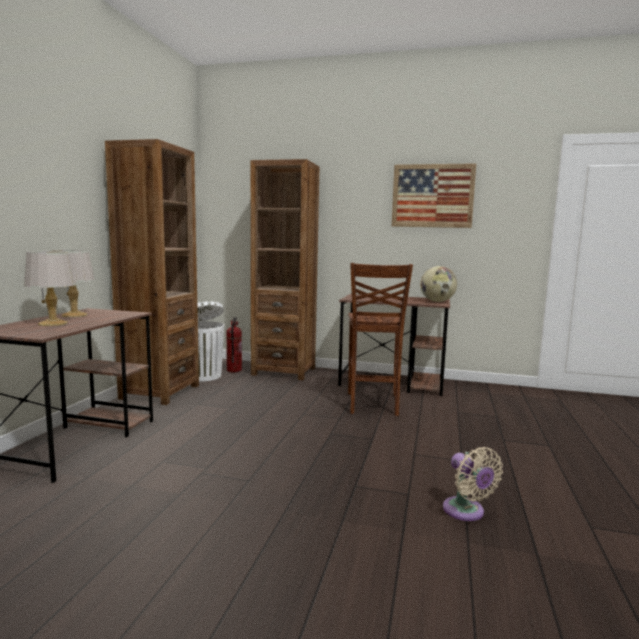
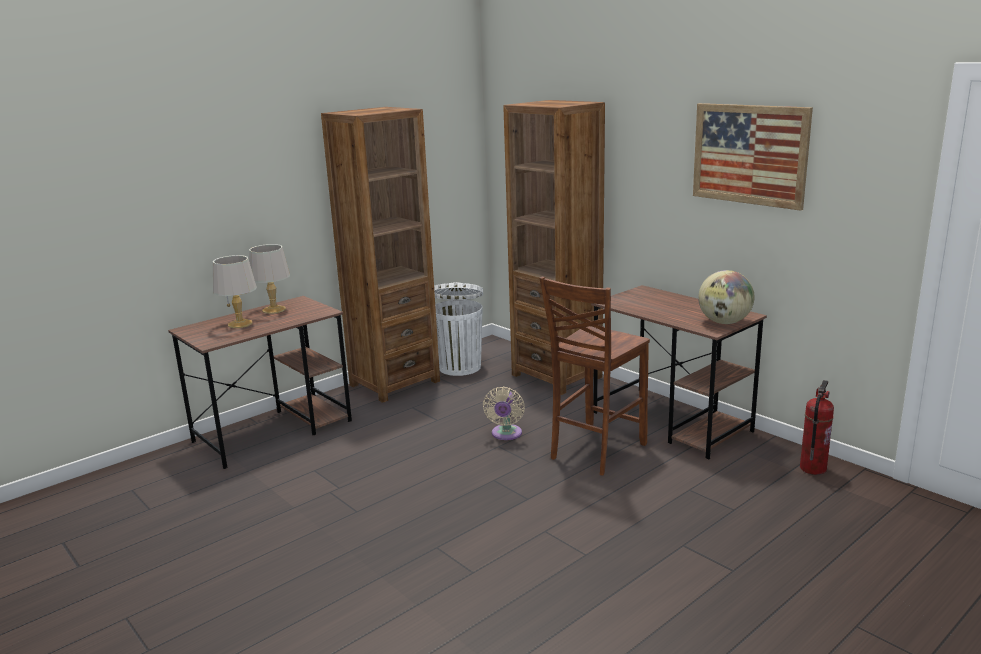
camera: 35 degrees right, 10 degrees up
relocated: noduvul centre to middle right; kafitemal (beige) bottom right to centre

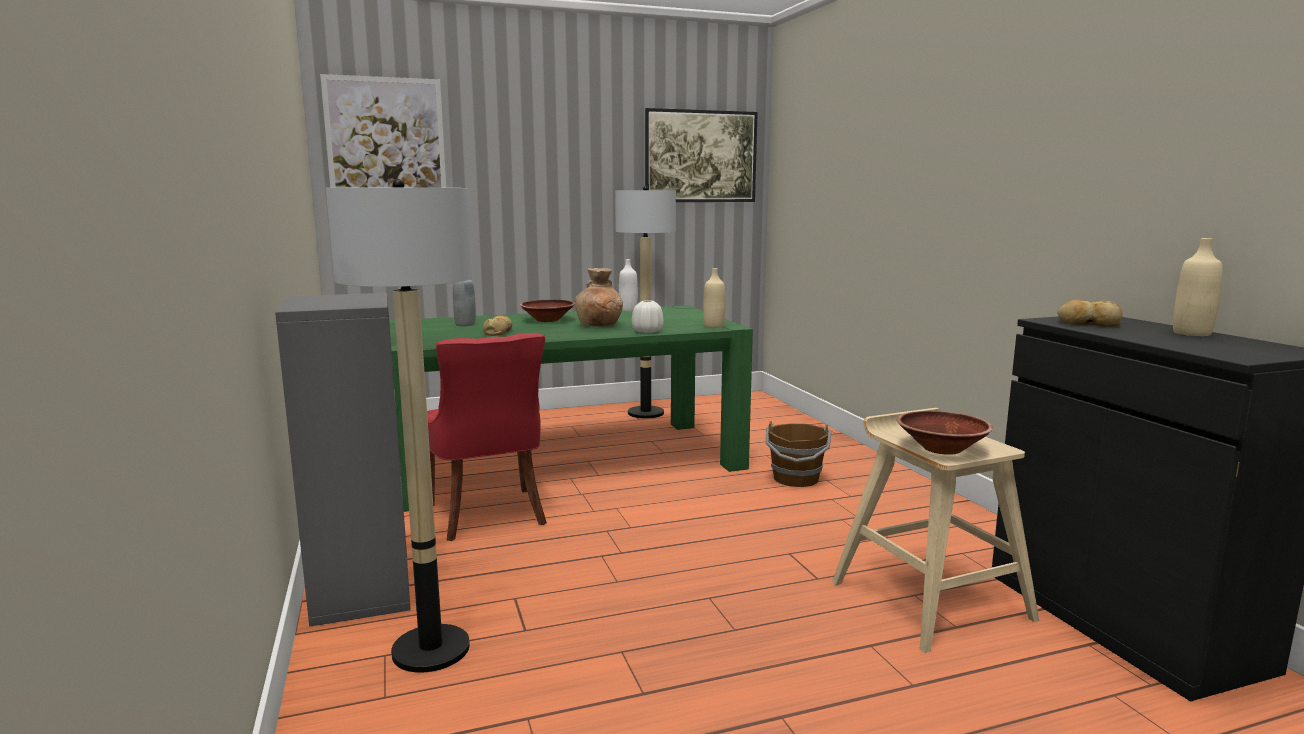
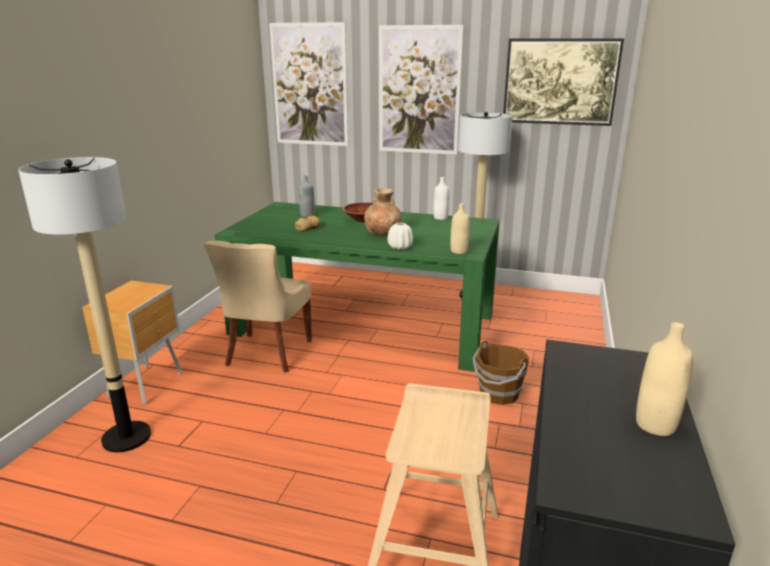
camera: 35 degrees right, 10 degrees up
missing: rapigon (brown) (no. 2 from left) middle right; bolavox (no. 2 from left) middle right
appeared: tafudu (no. 2 from left) top centre
exchanged: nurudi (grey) middle left to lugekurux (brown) middle left
colour: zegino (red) centre to zegino (beige) centre

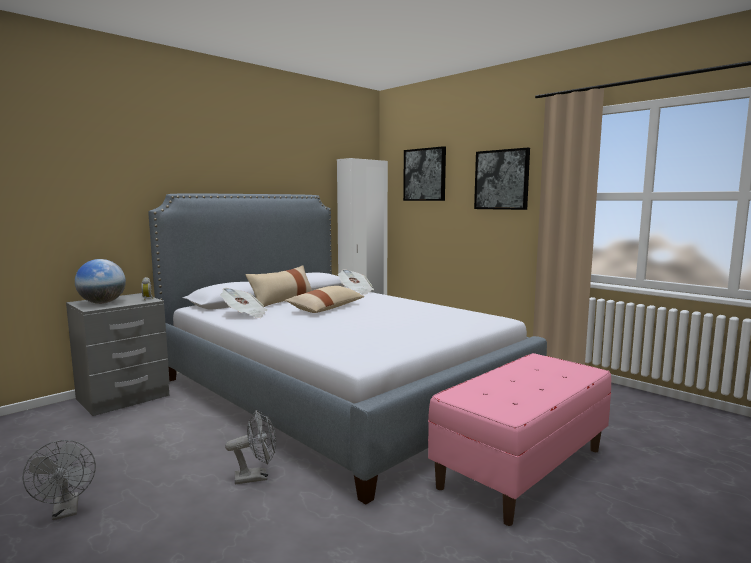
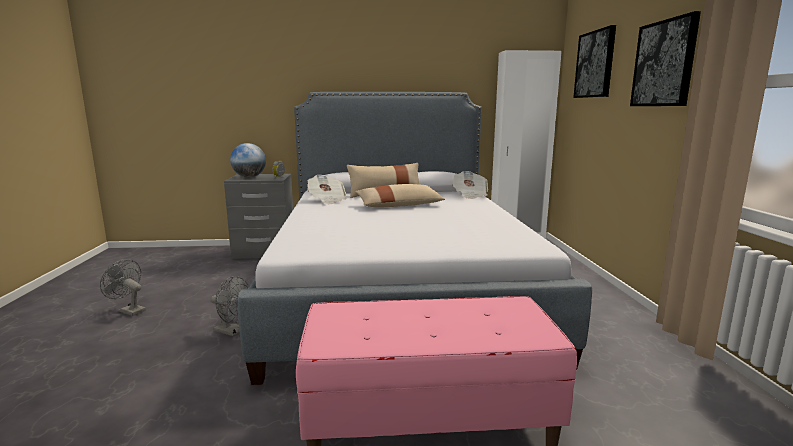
camera: 40 degrees right, 5 degrees up
spun: kafitemal (grey) (no. 1 from left) bottom left = middle left 105 degrees clockwise

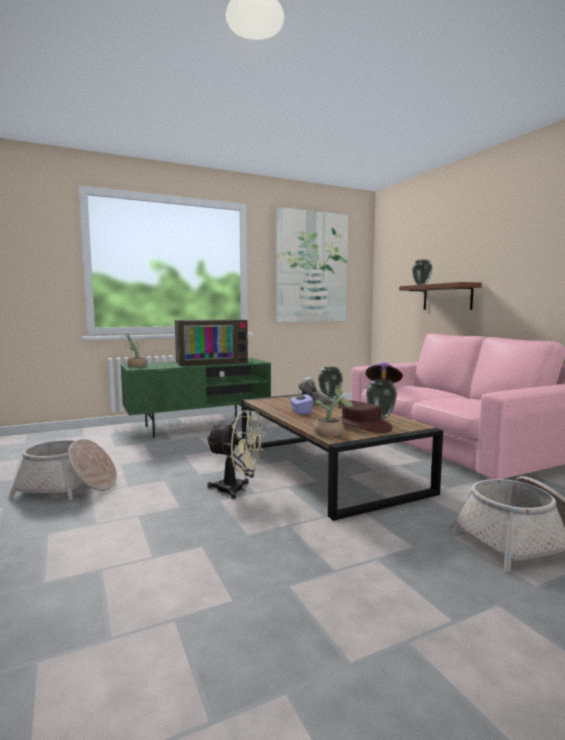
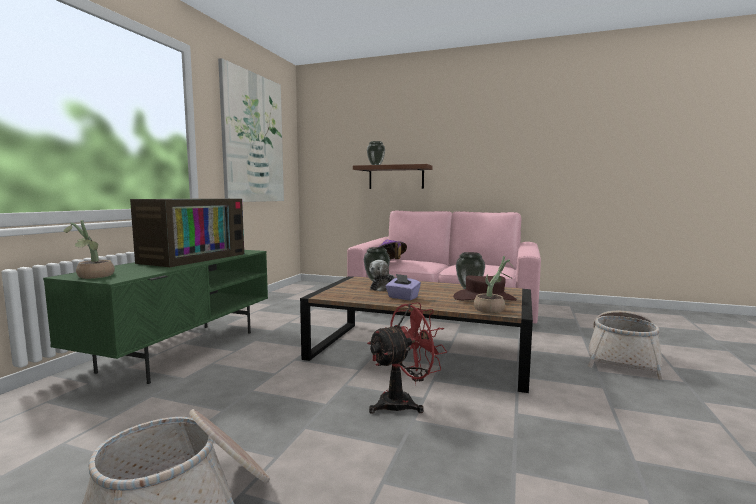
camera: 45 degrees left, 0 degrees up
colour: kafitemal (beige) centre to kafitemal (red) bottom centre

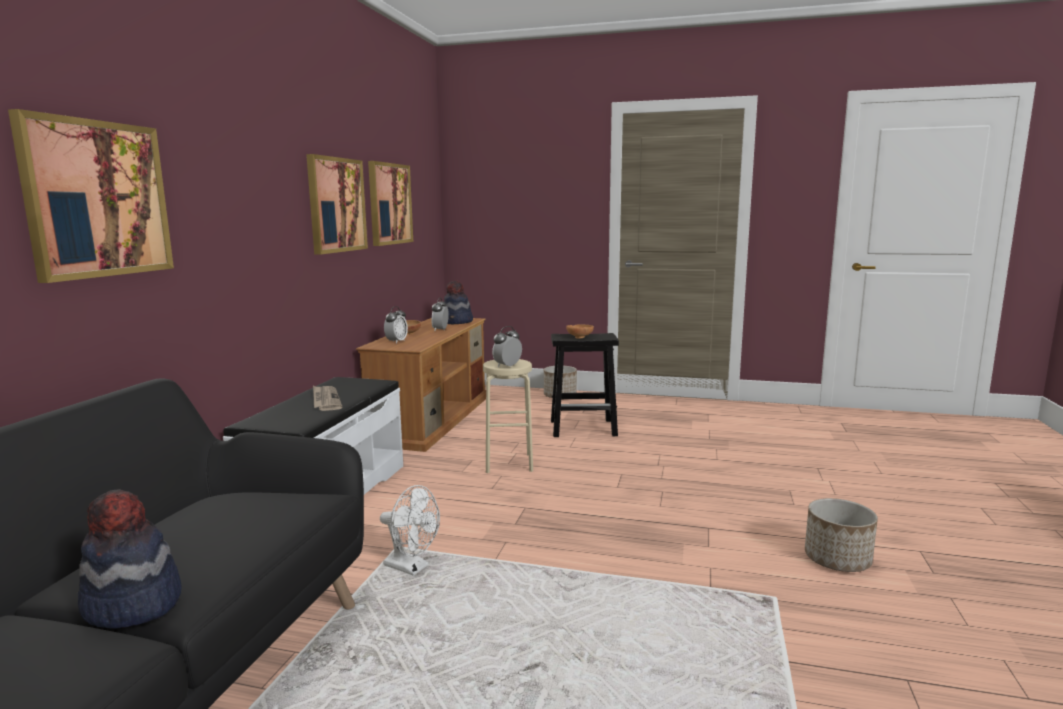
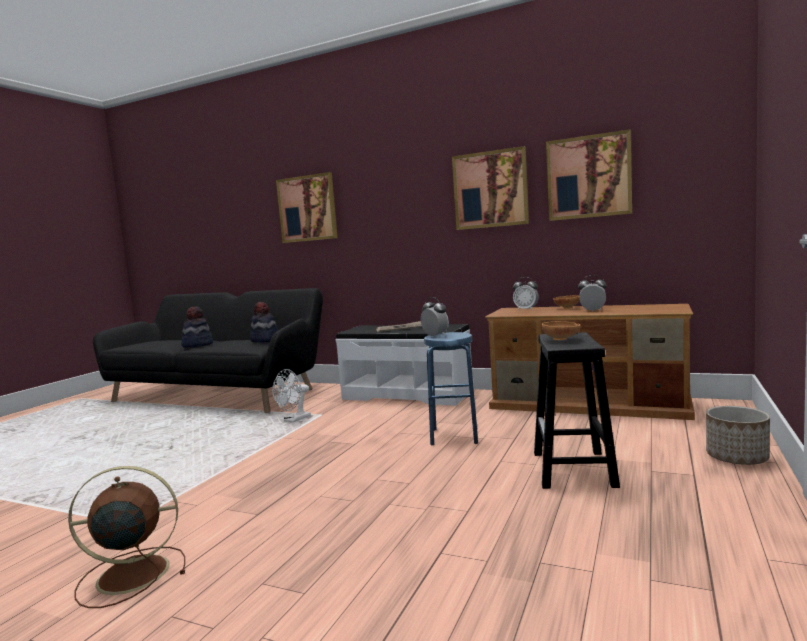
camera: 100 degrees right, 5 degrees down
relocated: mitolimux (no. 2 from left) centre to middle left
exchanged: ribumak (no. 2 from left) bottom right to kafitemal (brown) bottom left
colour: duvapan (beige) centre to duvapan (blue) centre

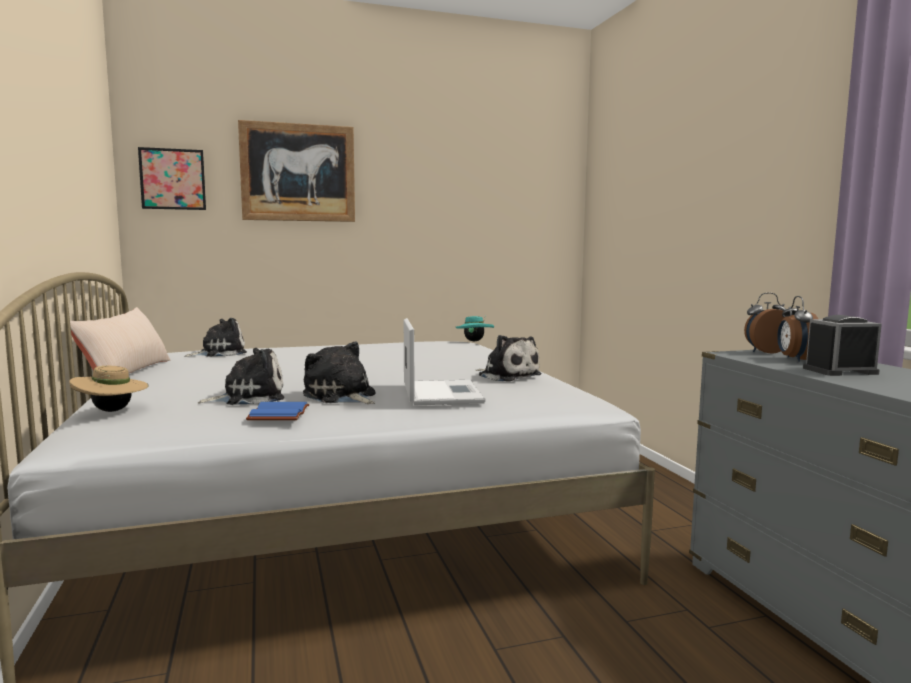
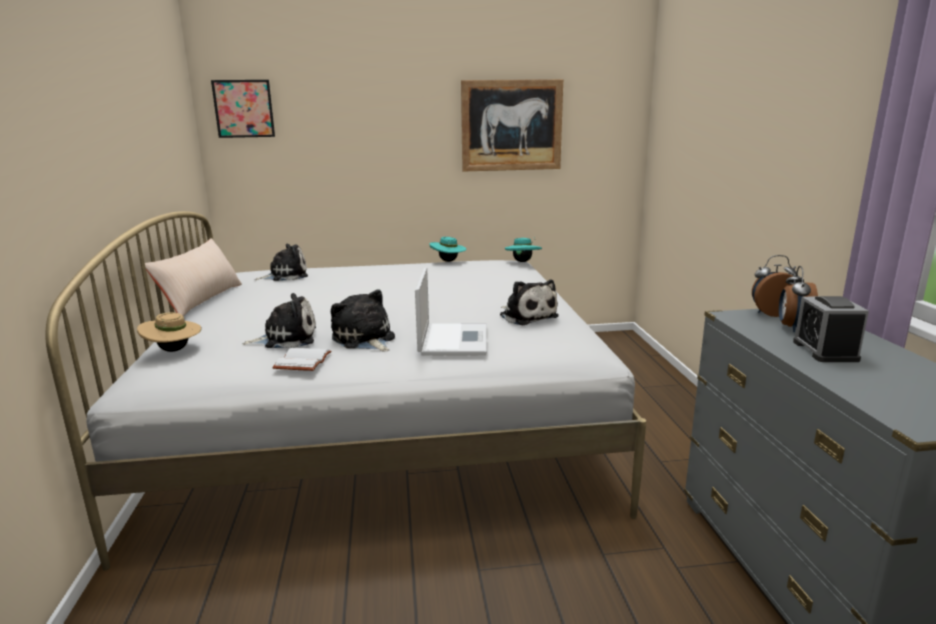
camera: 10 degrees right, 10 degrees up
appeared: mitolimux (turquoise) (no. 1 from left) centre
relocated: tafudu (no. 2 from left) top left to top centre
colour: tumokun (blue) middle left to tumokun (white) middle left
spun: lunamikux (no. 3 from left) middle right = middle right 90 degrees counterclockwise

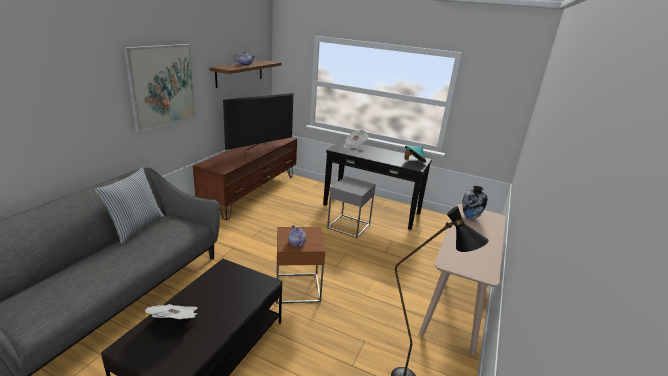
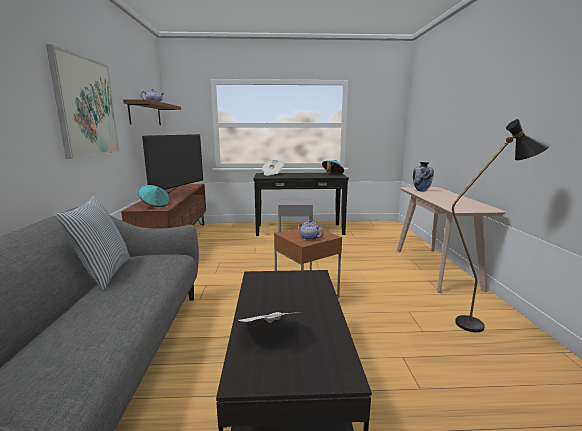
camera: 25 degrees left, 10 degrees down
appeared: mitolimux (turquoise) (no. 1 from left) middle left

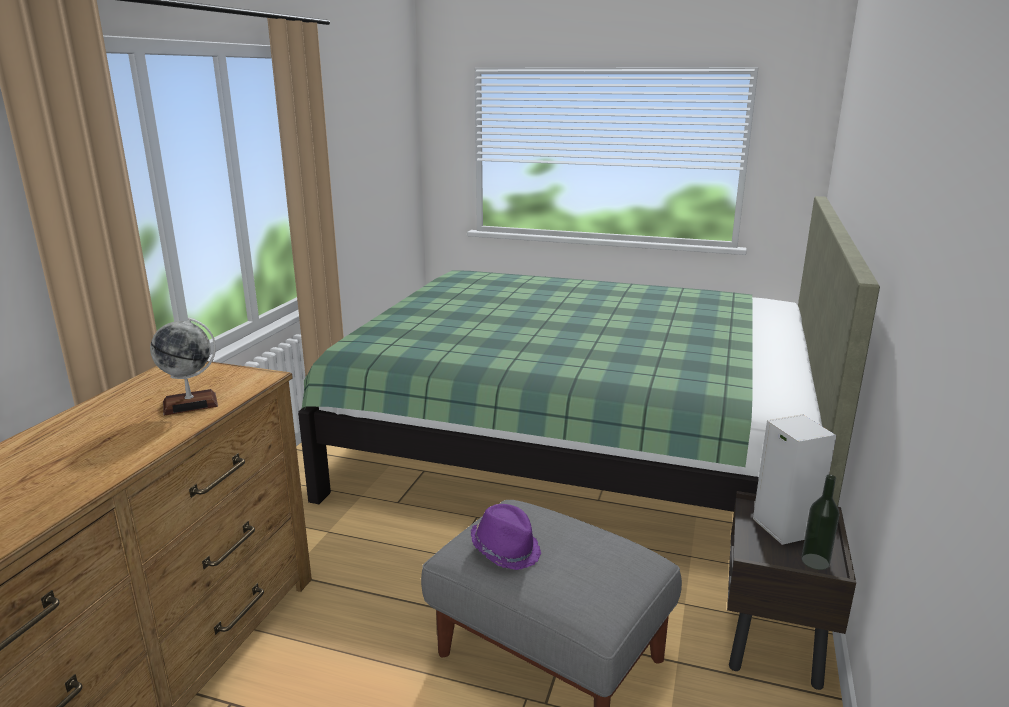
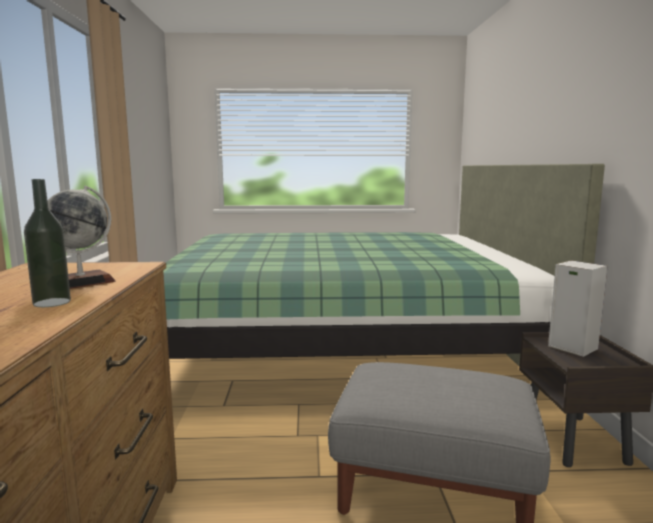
camera: 20 degrees left, 10 degrees down
missing: mitolimux (purple) bottom centre
relocated: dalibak bottom right to middle left

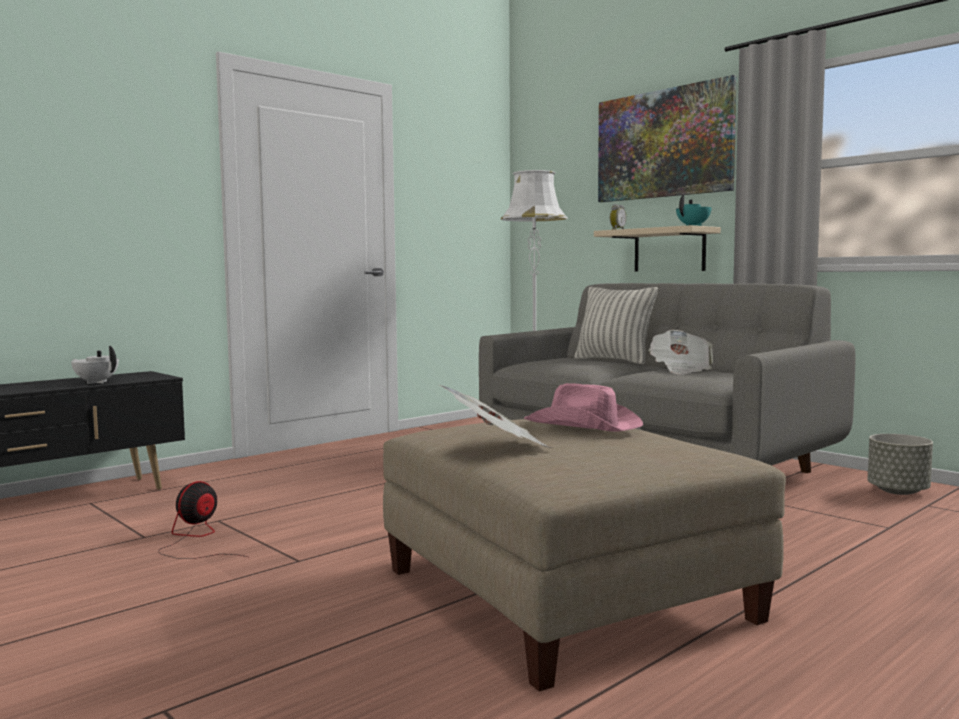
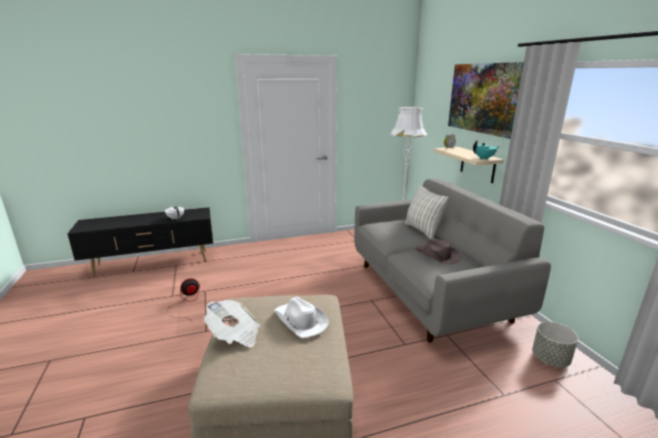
camera: 25 degrees right, 15 degrees up
exchanged: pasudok (no. 2 from left) middle right to mitolimux (brown) centre
colour: mitolimux (pink) centre to mitolimux (white) bottom centre

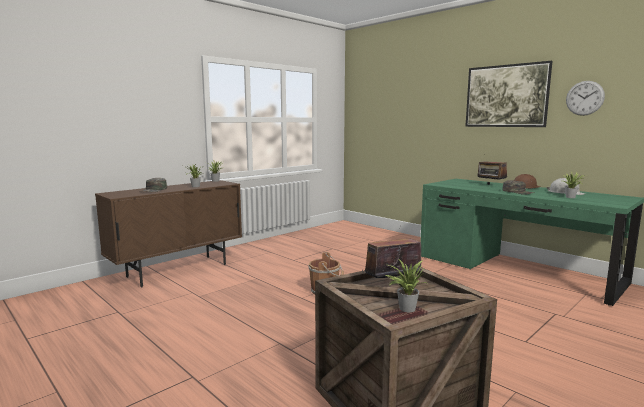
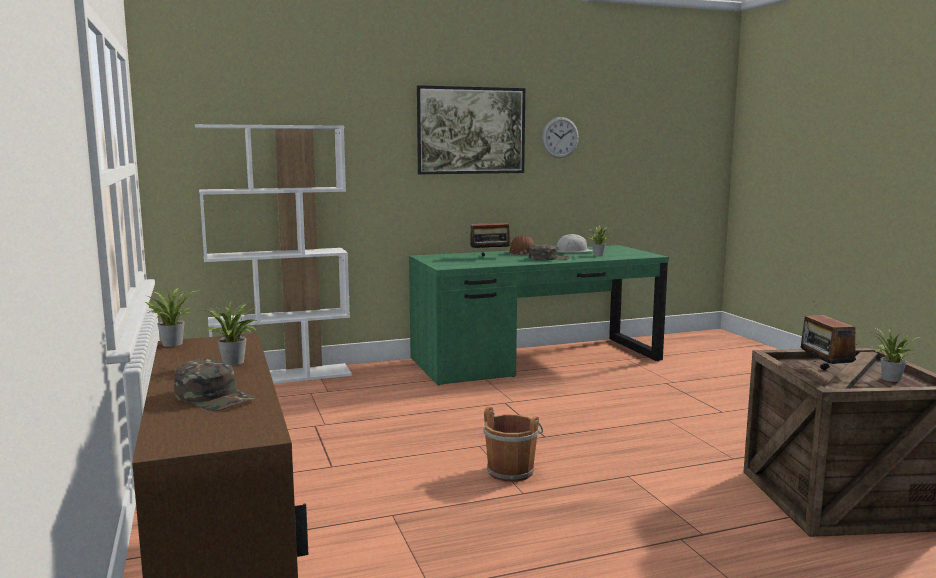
camera: 65 degrees left, 0 degrees up
appeared: nurudi (white) middle left

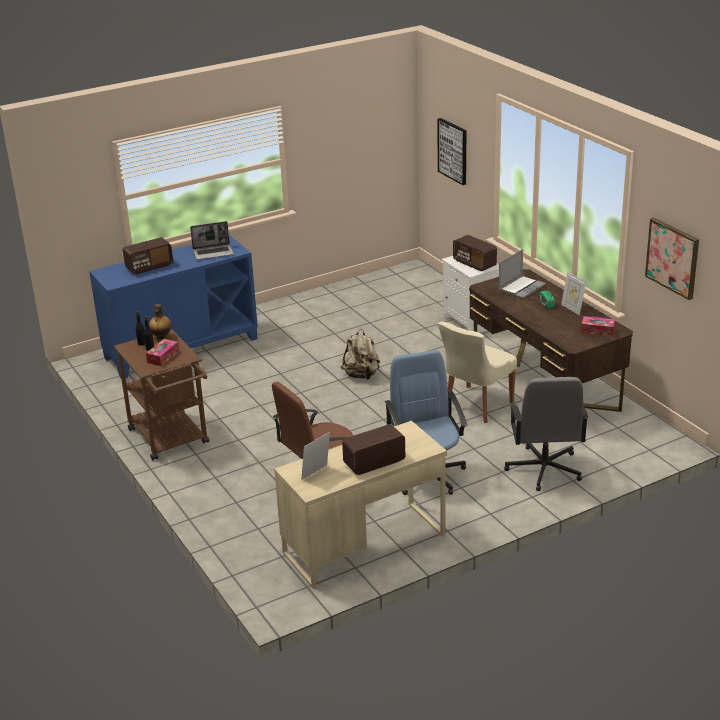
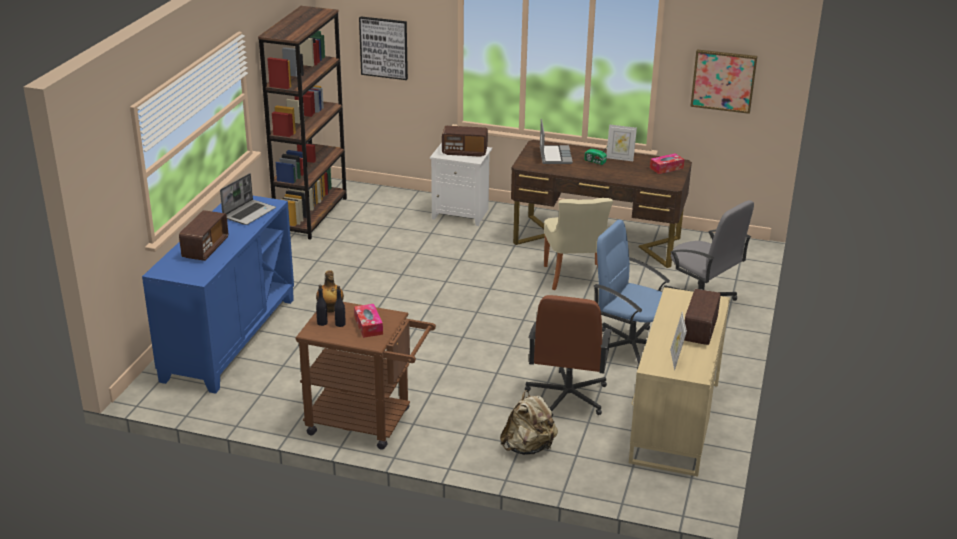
camera: 45 degrees left, 0 degrees up
appeared: nurudi (brown) top left
relocated: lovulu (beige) centre to bottom centre

